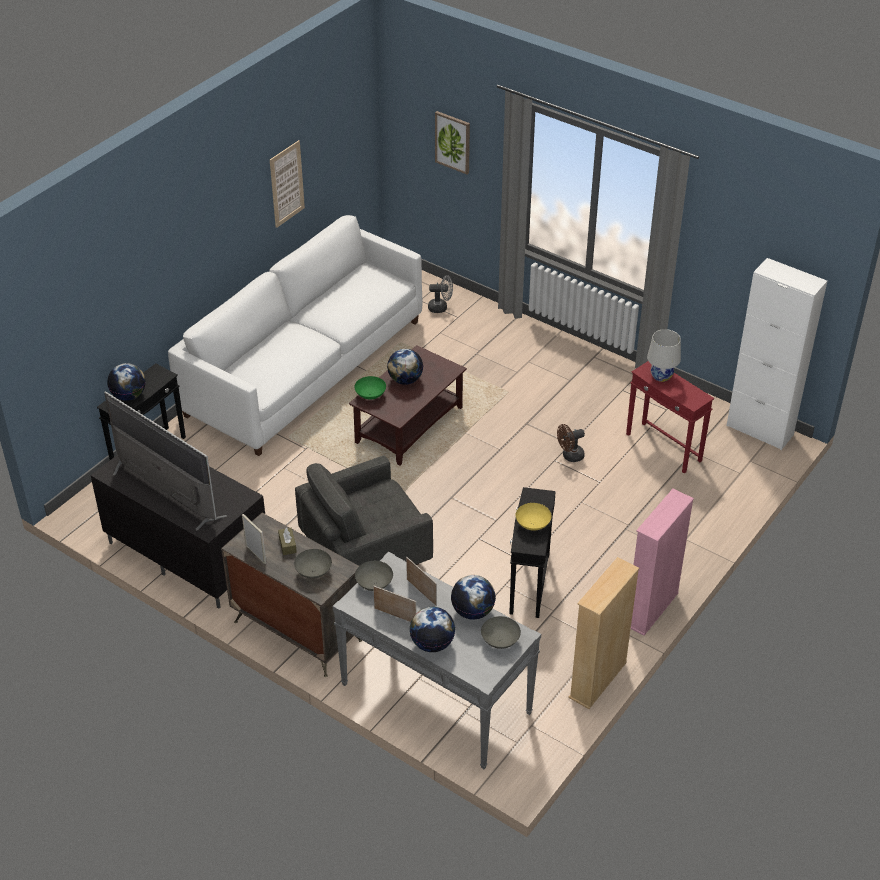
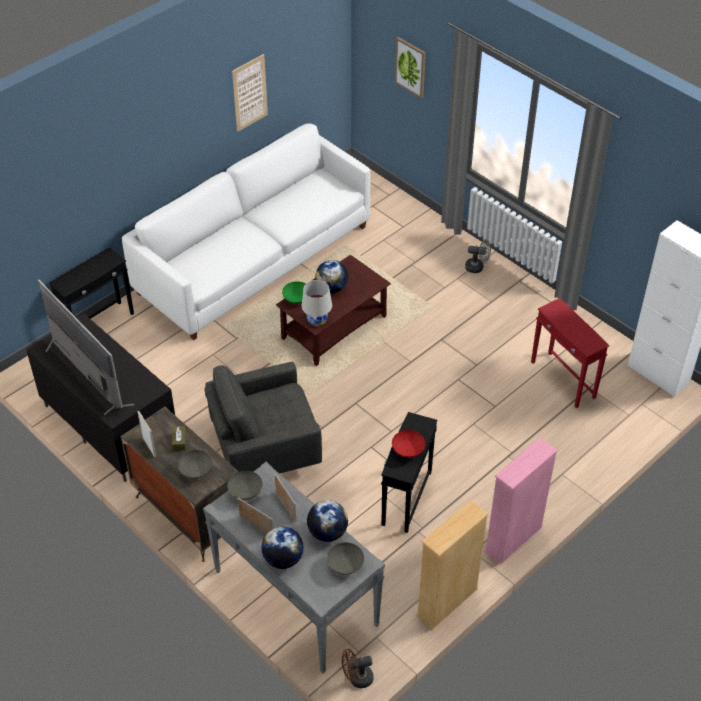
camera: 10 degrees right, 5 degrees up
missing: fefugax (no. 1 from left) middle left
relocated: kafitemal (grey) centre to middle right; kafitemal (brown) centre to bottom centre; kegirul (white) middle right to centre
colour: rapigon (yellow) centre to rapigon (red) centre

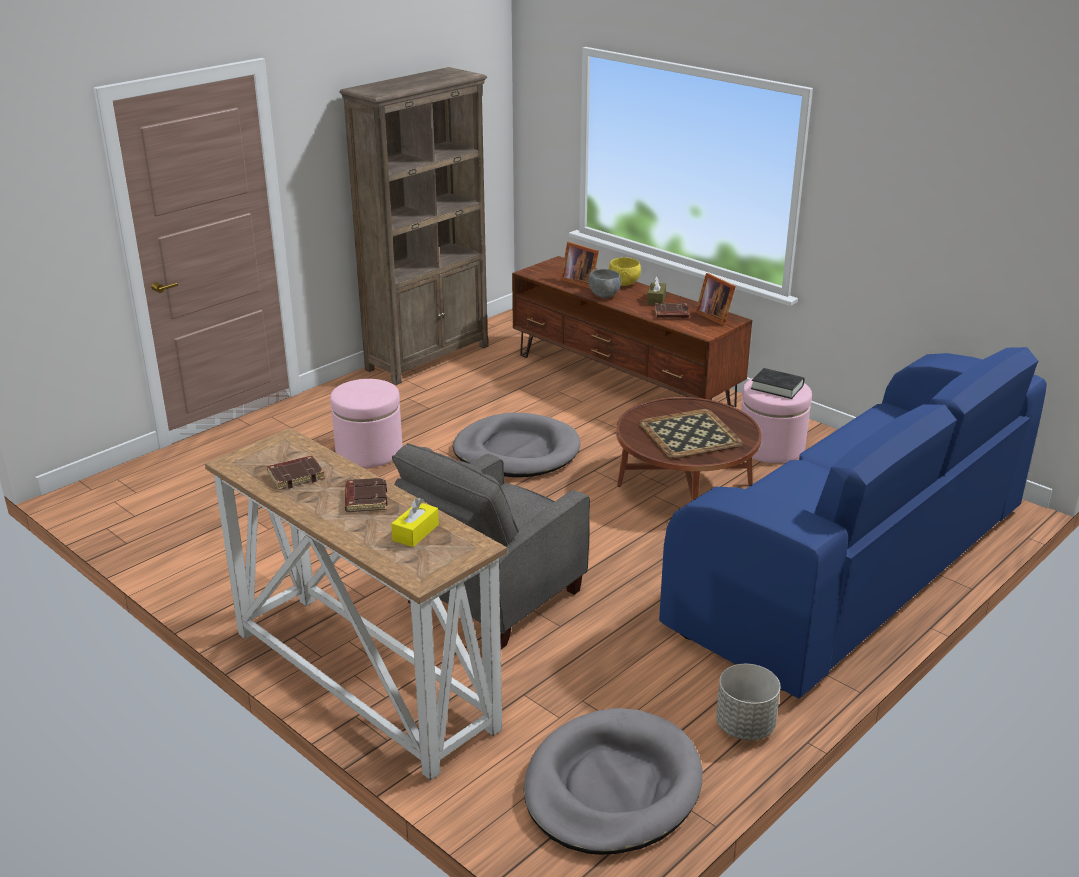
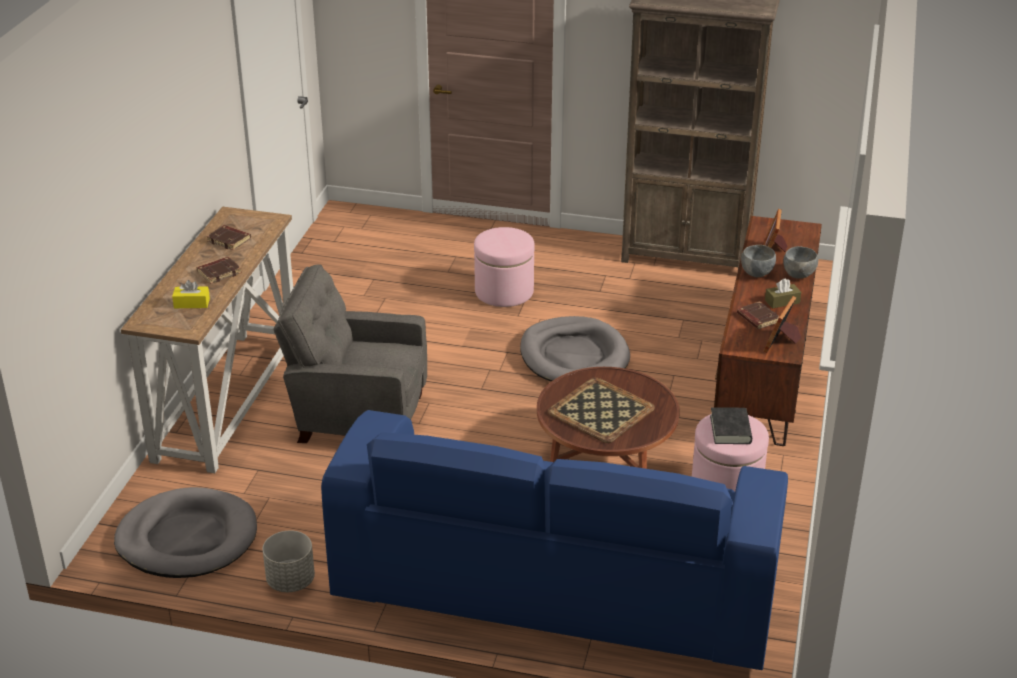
camera: 60 degrees right, 5 degrees up
colour: rapigon (yellow) top centre to rapigon (grey) (no. 2 from left) middle right

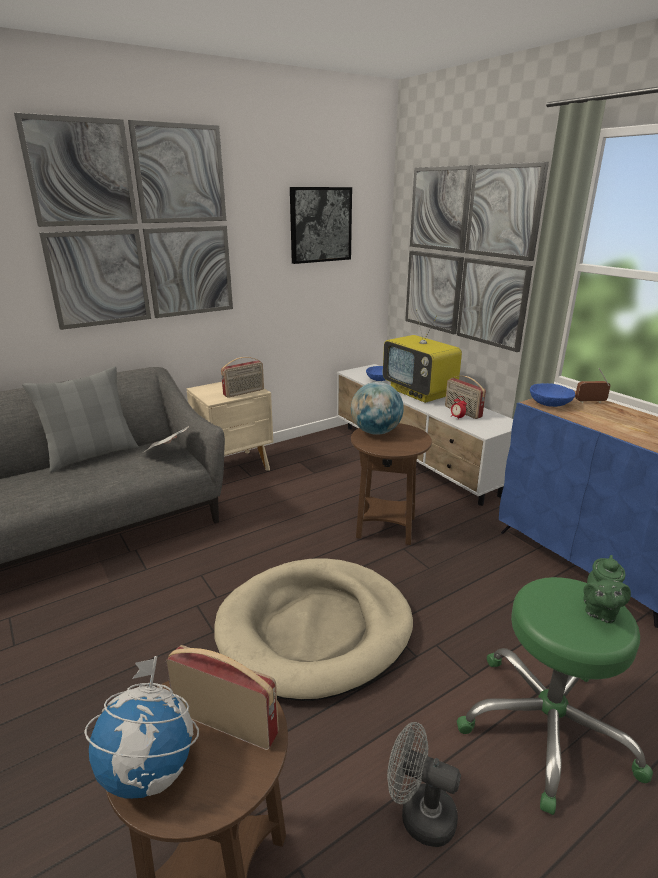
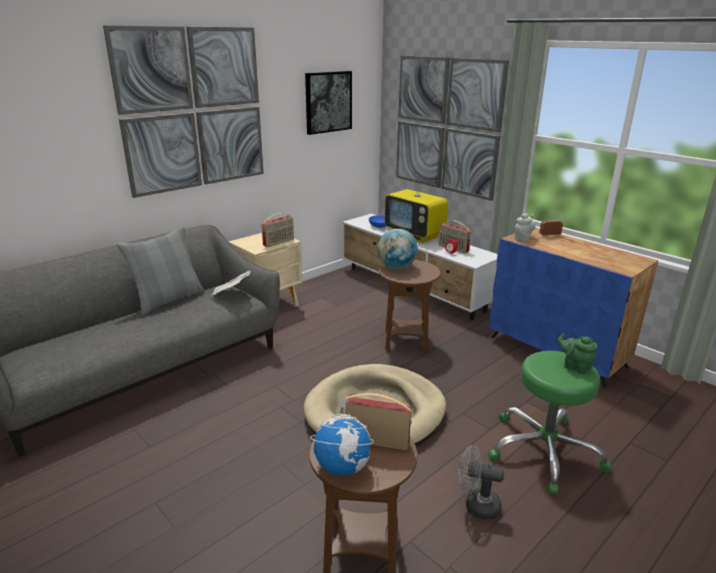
camera: 10 degrees left, 0 degrees up
exchanged: rapigon (blue) (no. 2 from left) middle right to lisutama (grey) middle right
spun: lisutama (green) bottom right = middle right 120 degrees clockwise

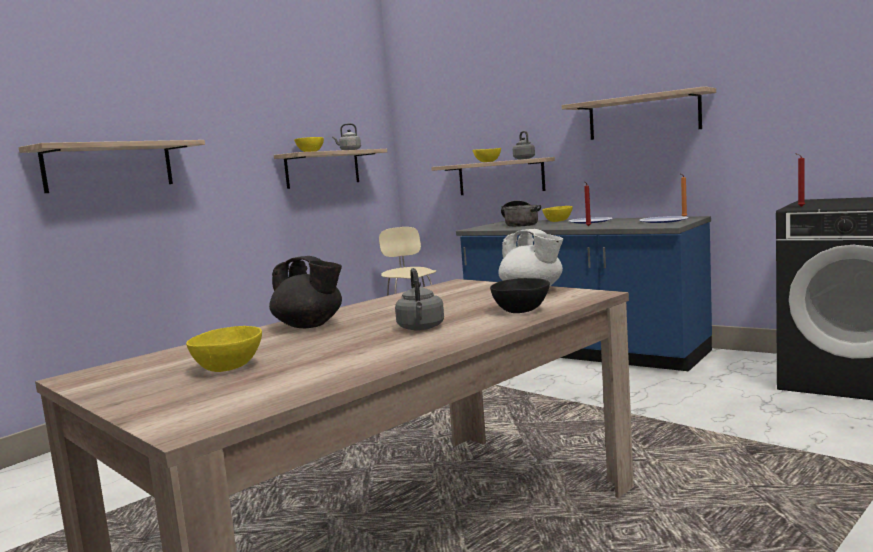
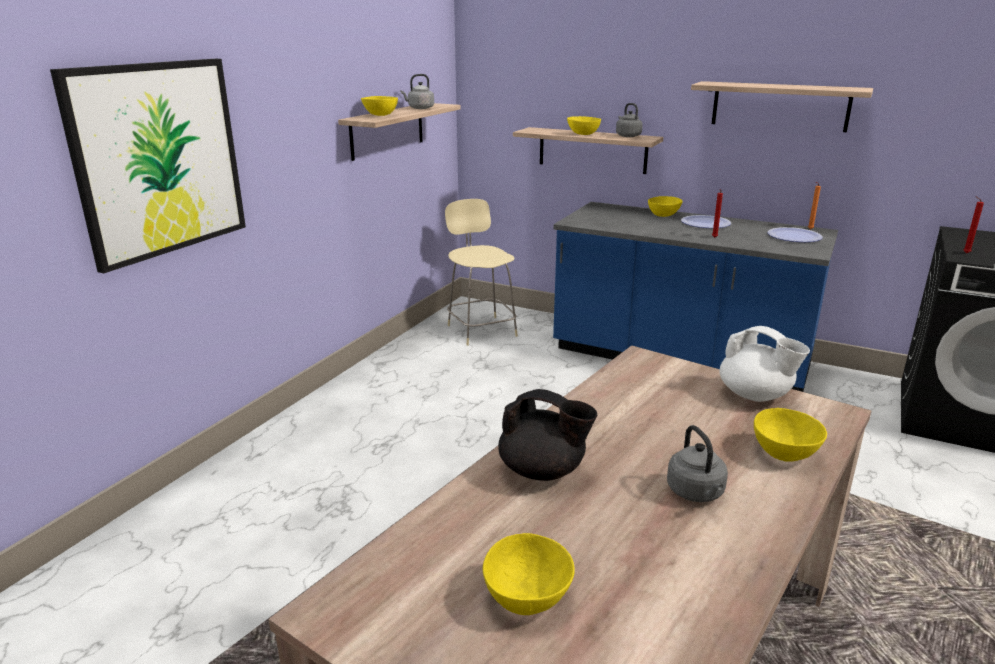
camera: 10 degrees left, 15 degrees up
missing: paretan centre
exchanged: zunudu (no. 1 from left) top left to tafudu top left
colour: rapigon (black) centre to rapigon (yellow) (no. 5 from left) middle right

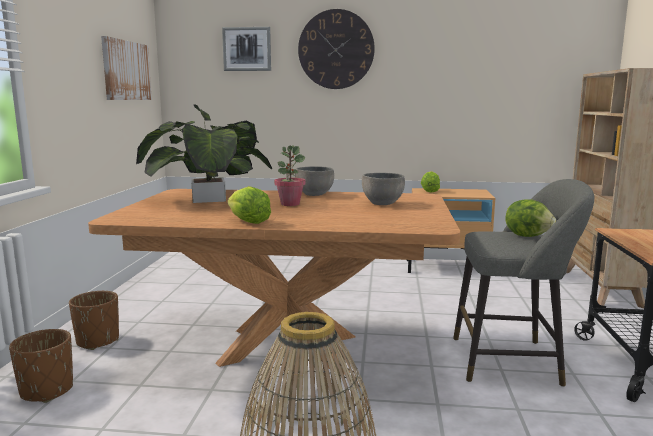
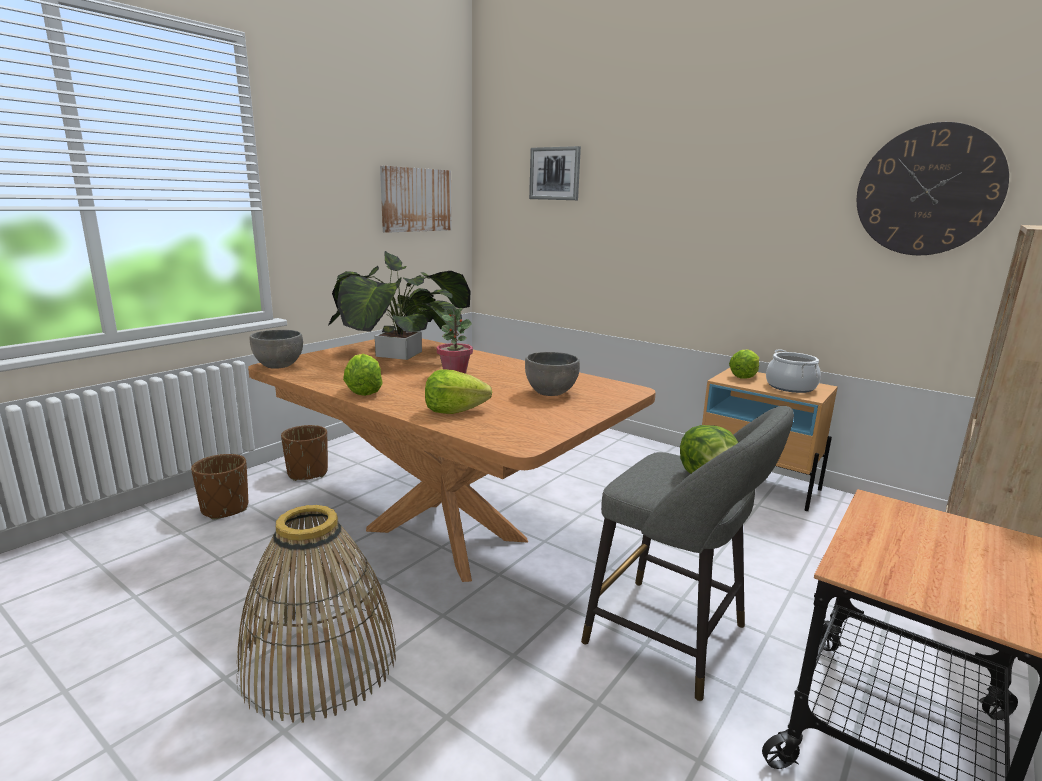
camera: 30 degrees right, 5 degrees up
appeared: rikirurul (no. 2 from left) centre; paretan middle right
relocated: rapigon (grey) (no. 1 from left) centre to middle left; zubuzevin top centre to top right

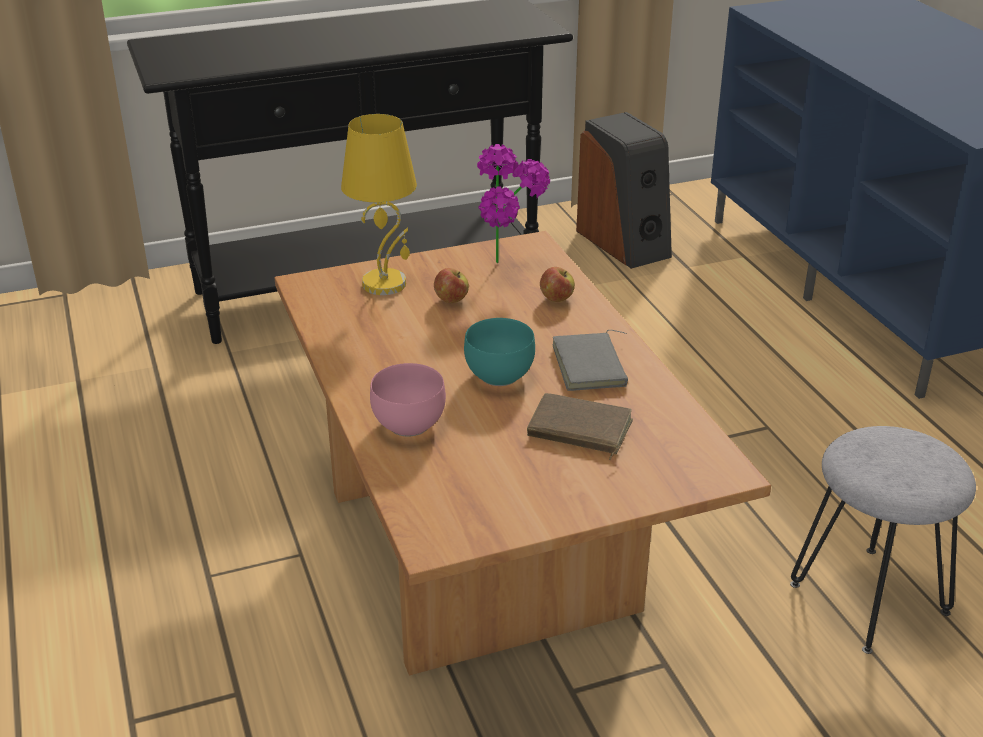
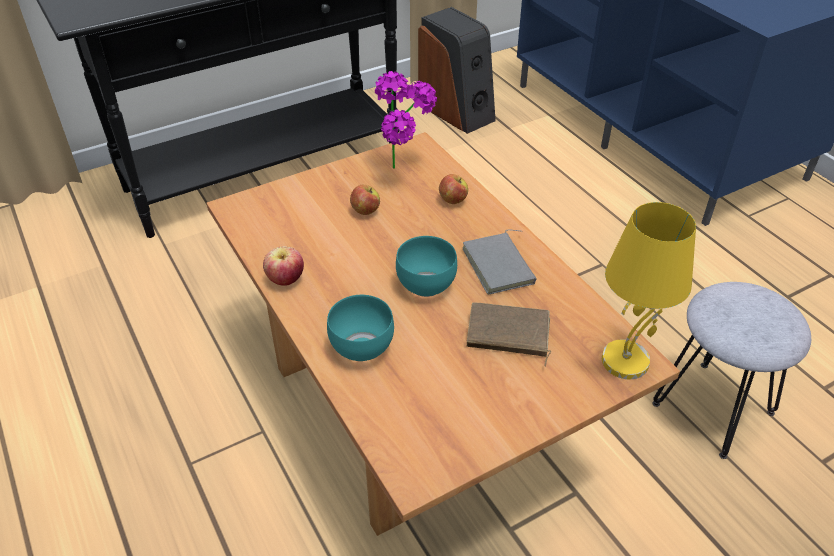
camera: 10 degrees left, 10 degrees up
appeared: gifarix (no. 1 from left) centre
relocated: kegirul (yellow) top centre to middle right
colour: rapigon (pink) centre to rapigon (turquoise) (no. 1 from left) centre

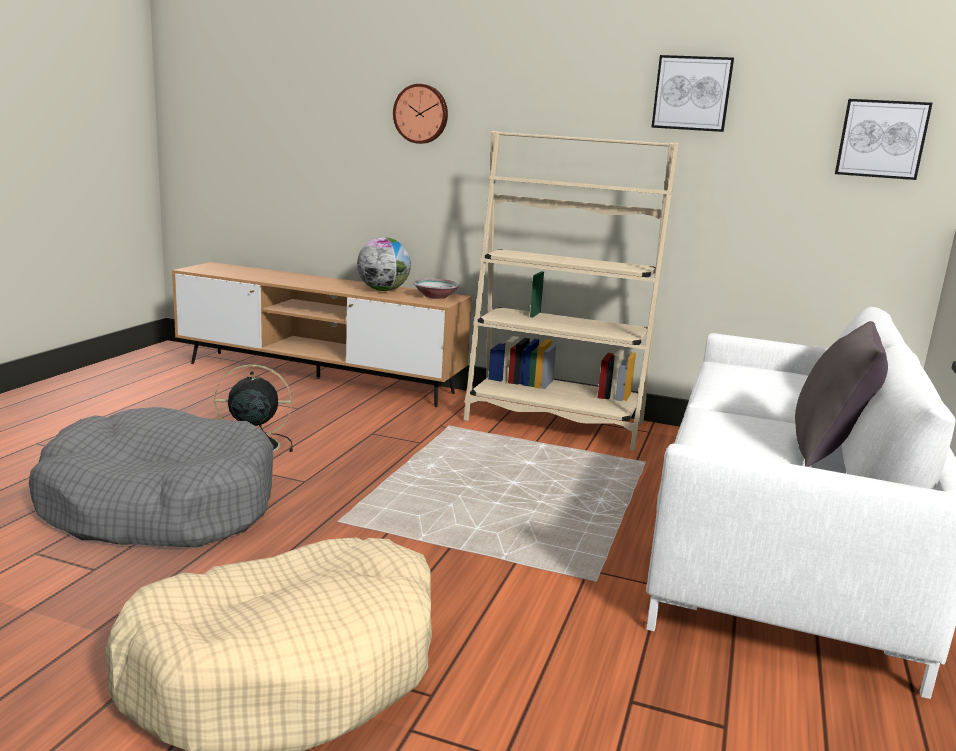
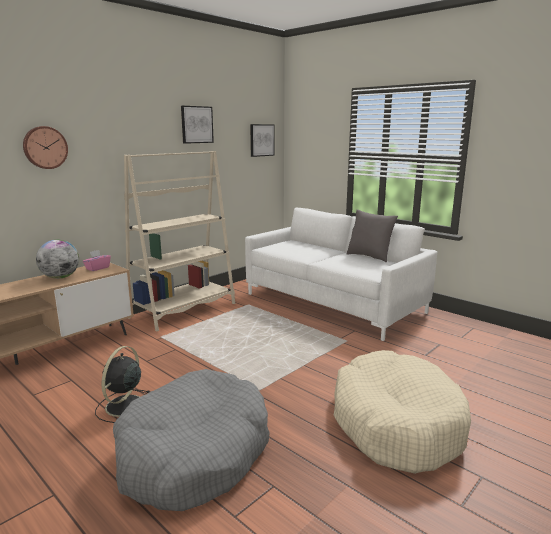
camera: 65 degrees left, 0 degrees up
exchanged: rapigon centre to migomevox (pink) middle left

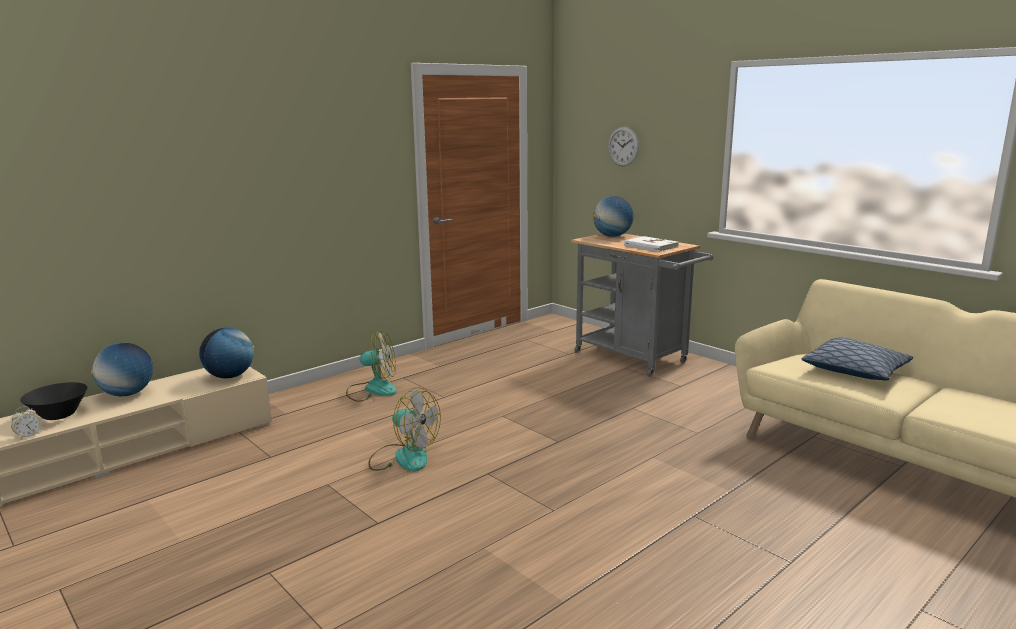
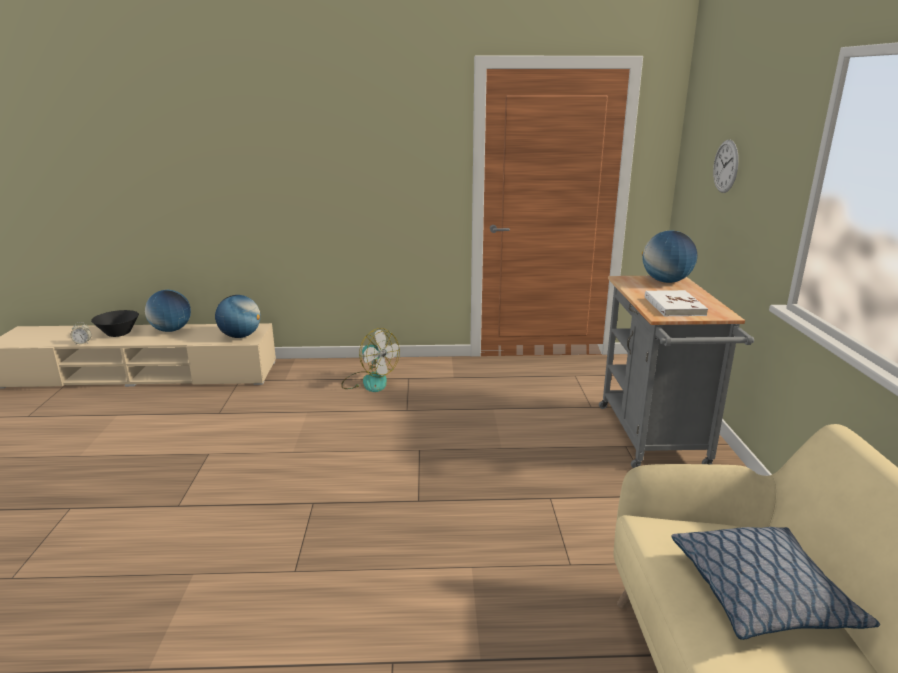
camera: 40 degrees right, 5 degrees up
missing: kafitemal (no. 2 from left) bottom centre

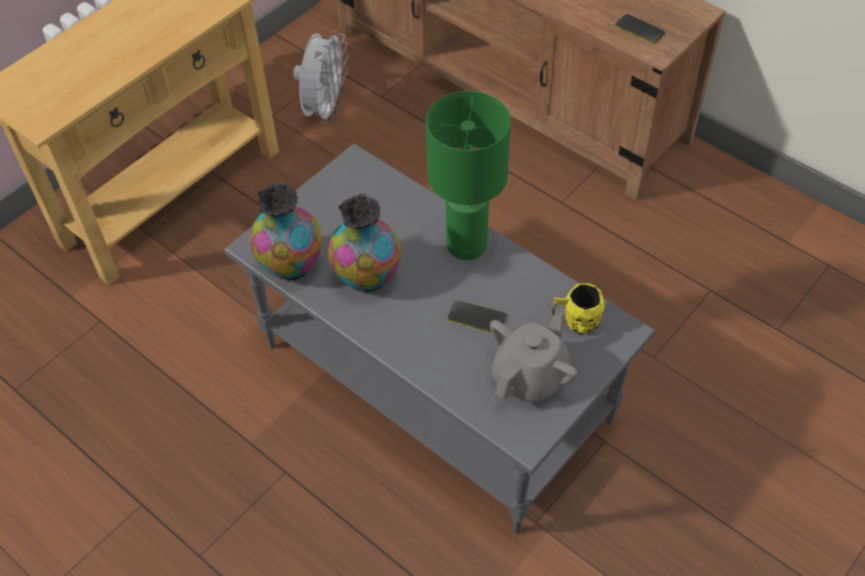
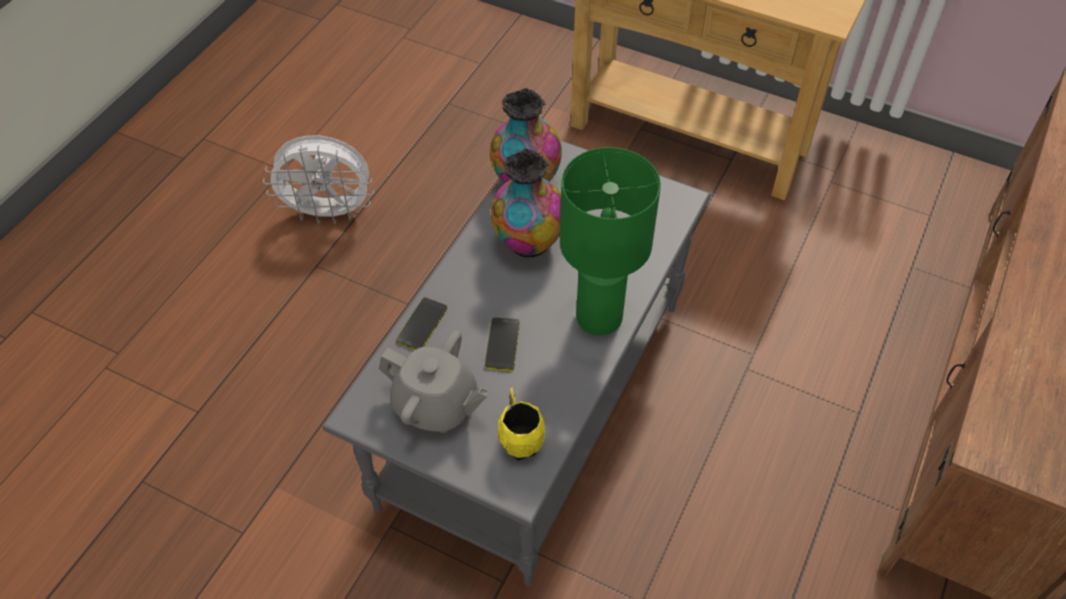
camera: 75 degrees right, 0 degrees up
relocated: kafitemal (white) top centre to top left; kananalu (no. 2 from left in the first image) top right to kananalu (no. 1 from left) centre

